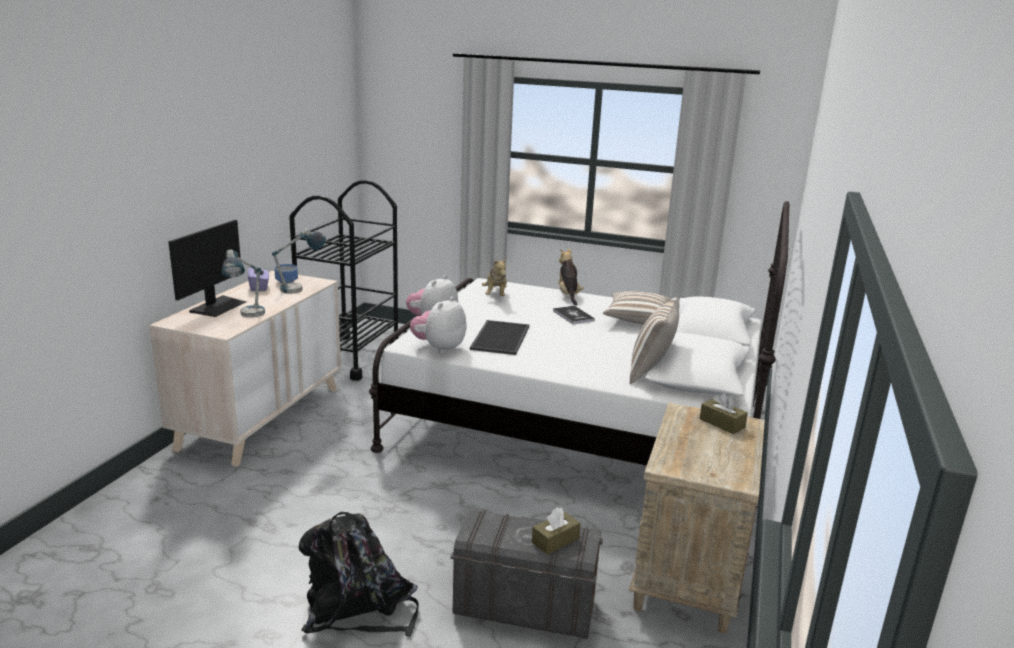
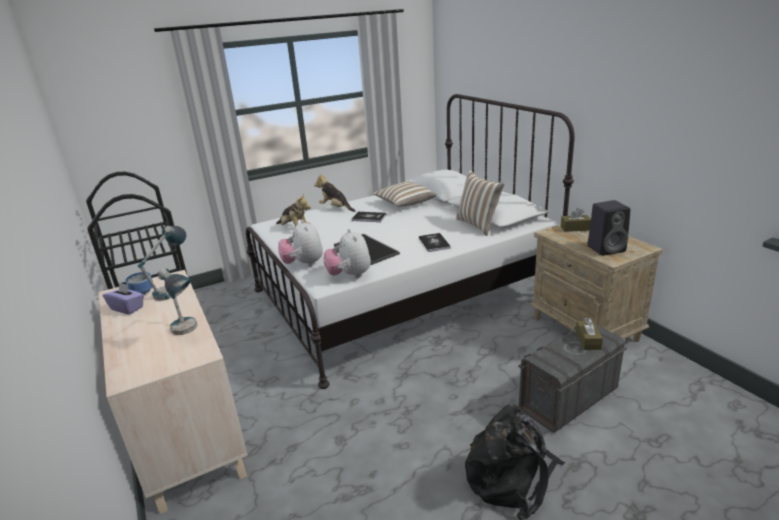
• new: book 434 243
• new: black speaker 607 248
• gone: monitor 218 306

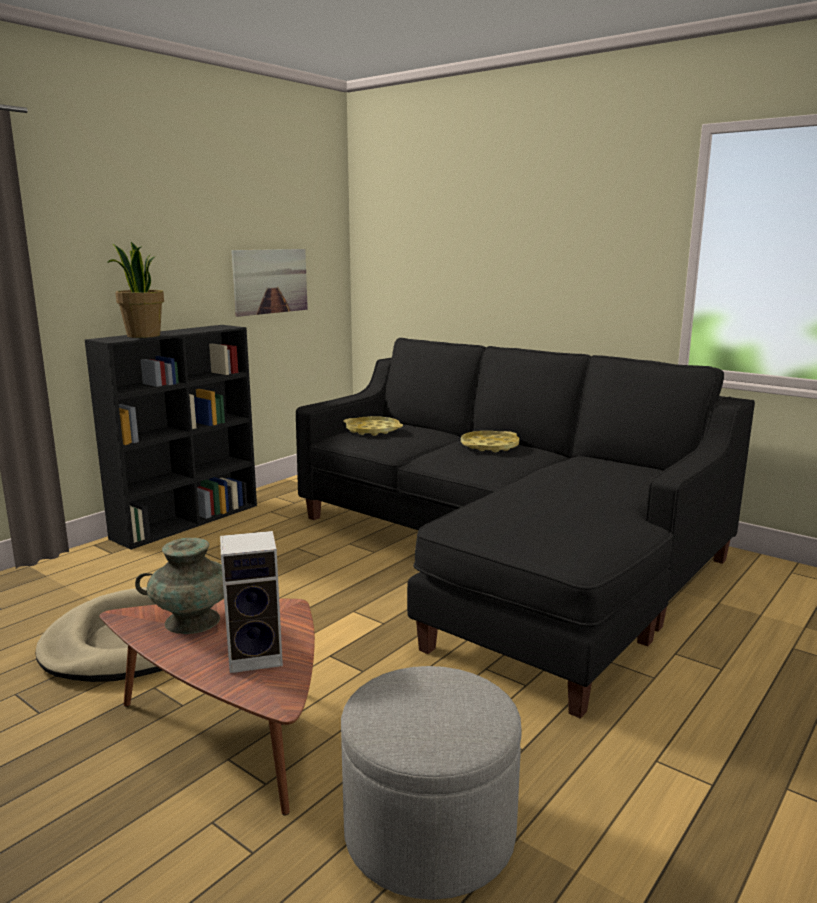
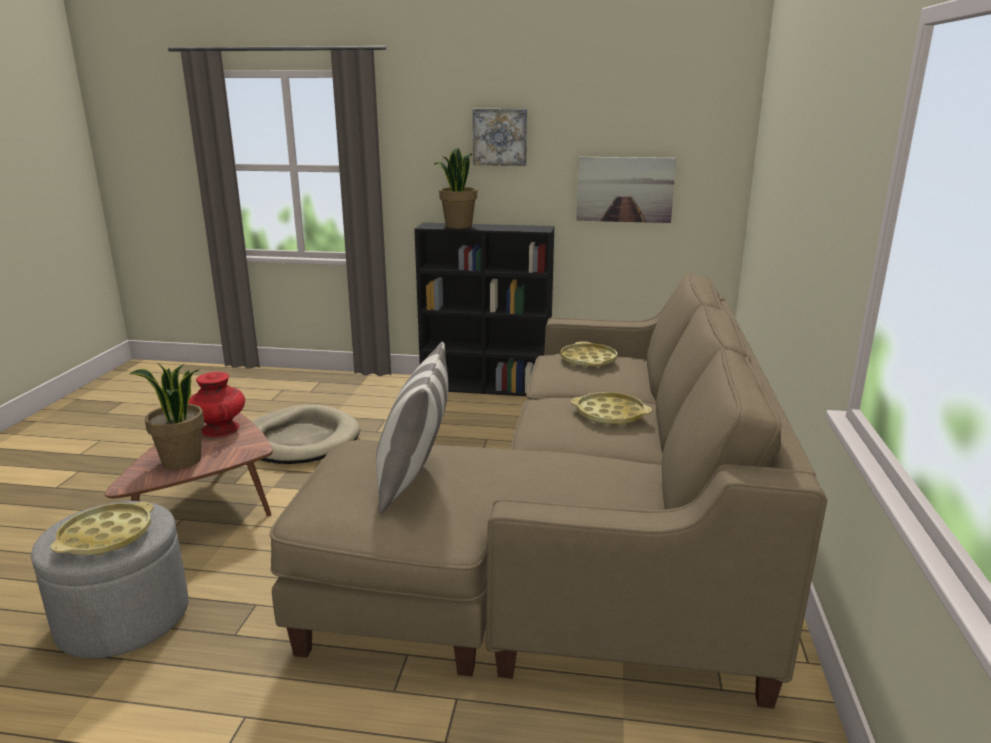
• new: yellow tray 106 536
• swapped: speaker 257 656 to potted plant 181 461
• repainted: turquoise vase 193 621 to red vase 220 429
• repainted: black sofa 506 557 to beige sofa 583 537
• new: pillow 415 479
• new: picture 500 137

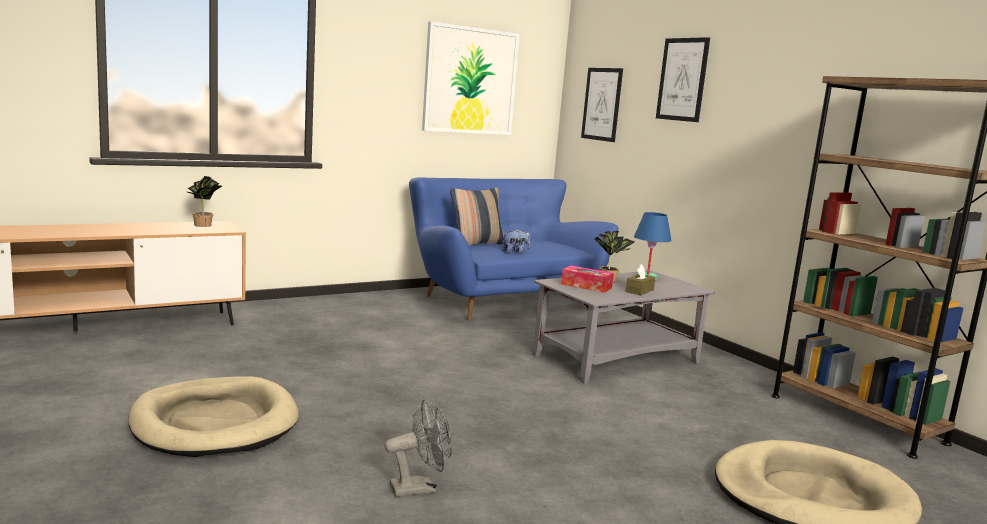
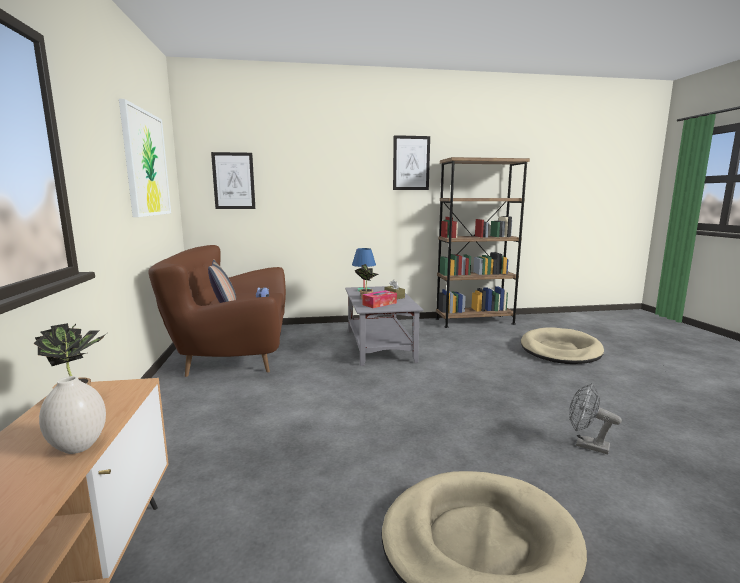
• new: white vase 79 447
• repainted: blue sofa 501 300 to brown sofa 232 352
• shifted: picture 682 79 to 411 163
• rotated: grey fan 420 488 = 586 445 60 degrees counterclockwise

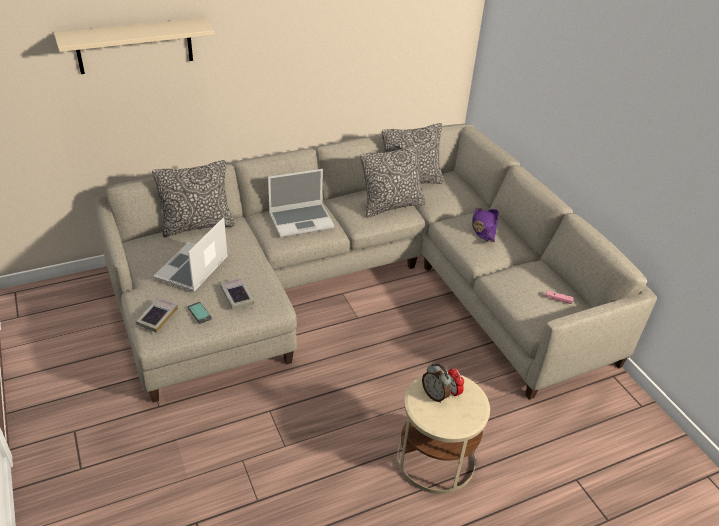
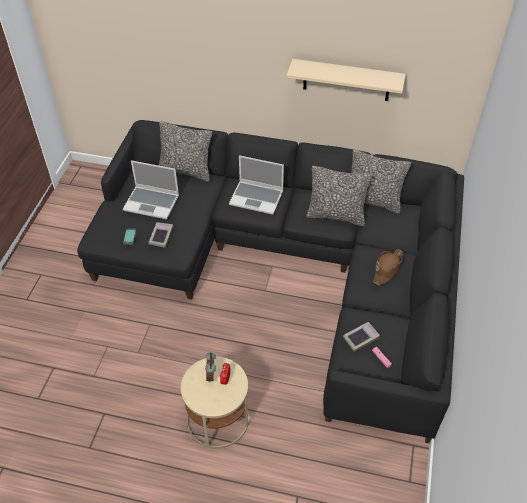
• repainted: beige sofa 359 285 to black sofa 290 266
• rotated: laptop 192 269 = 152 203 135 degrees counterclockwise
• shifted: beige shelf 135 46 to 346 80
• shifted: book 157 317 to 361 338
• repainted: purple hat 483 228 to brown hat 387 269

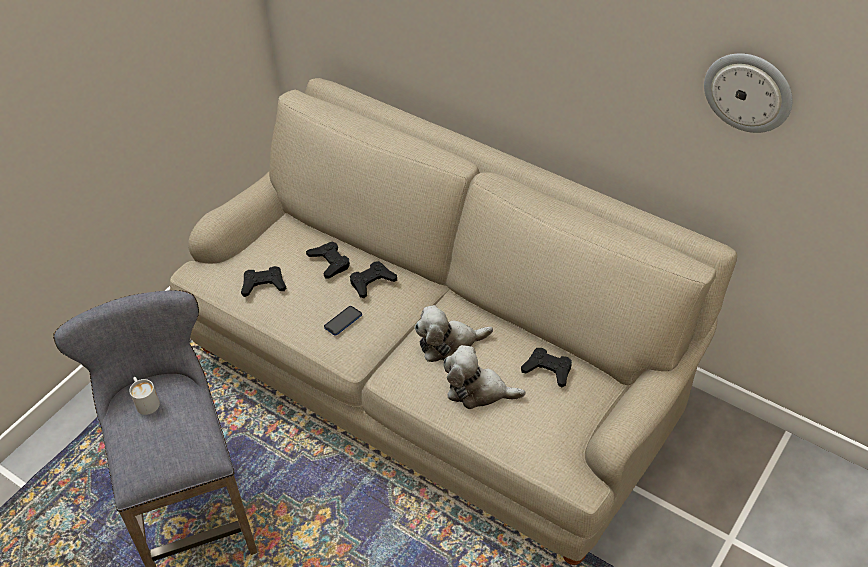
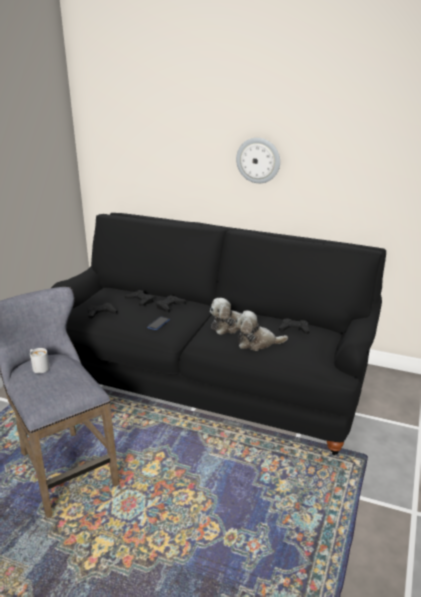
• repainted: beige sofa 438 378 to black sofa 211 378
• shifted: wall clock 748 92 to 258 160

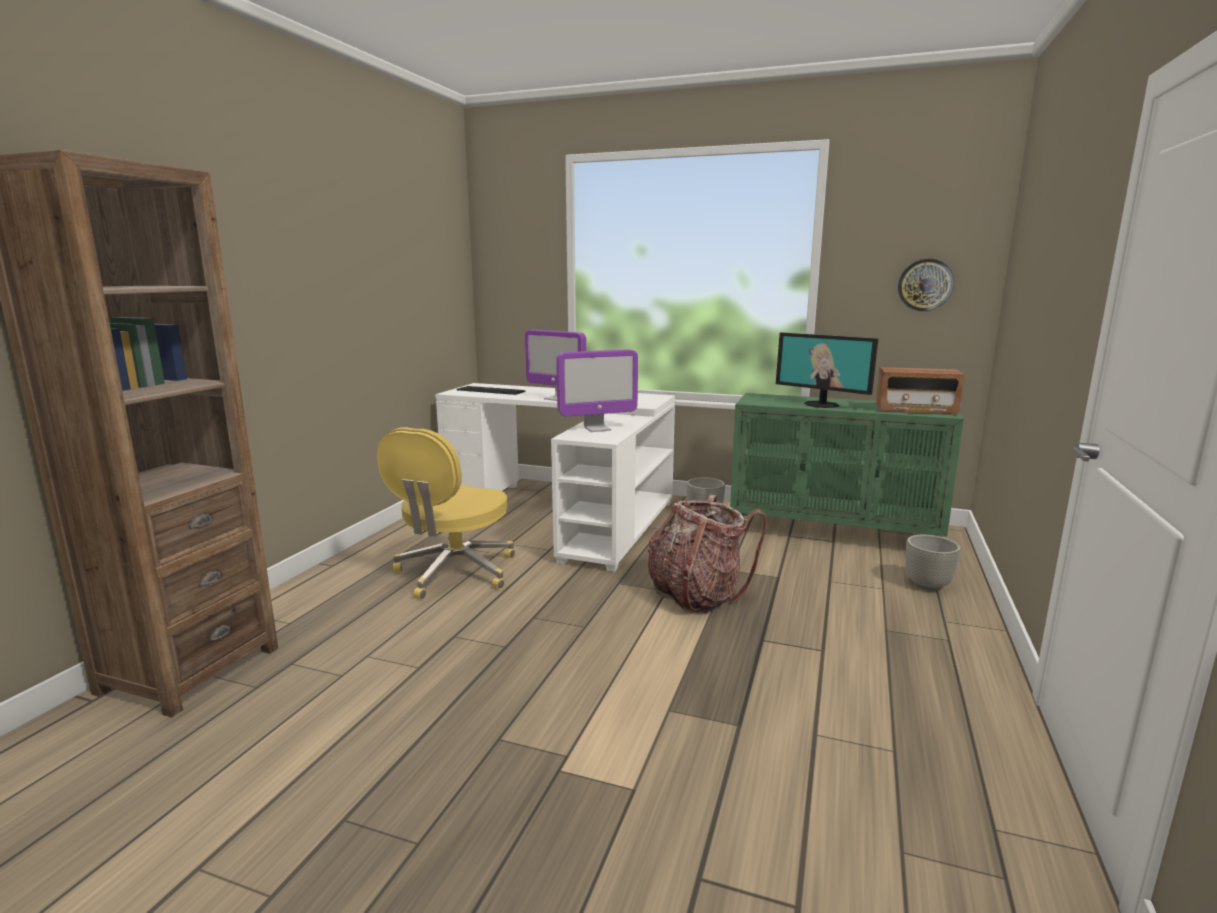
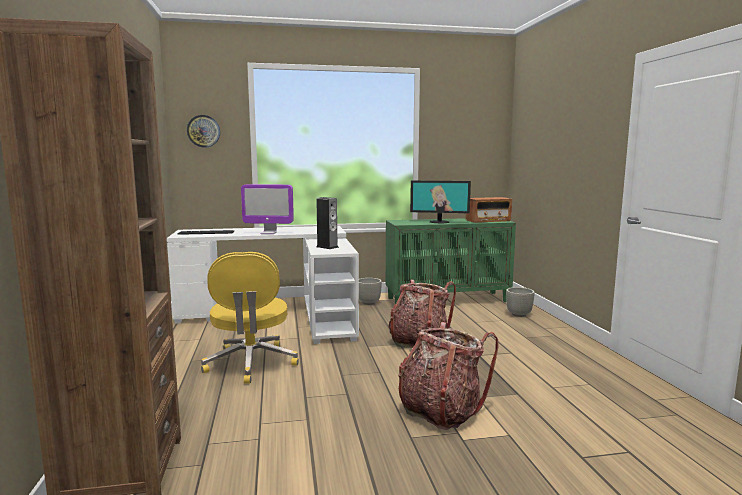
• shifted: wall clock 925 285 to 203 131
• swapped: monitor 597 429 to speaker 327 247
• new: backpack 441 411

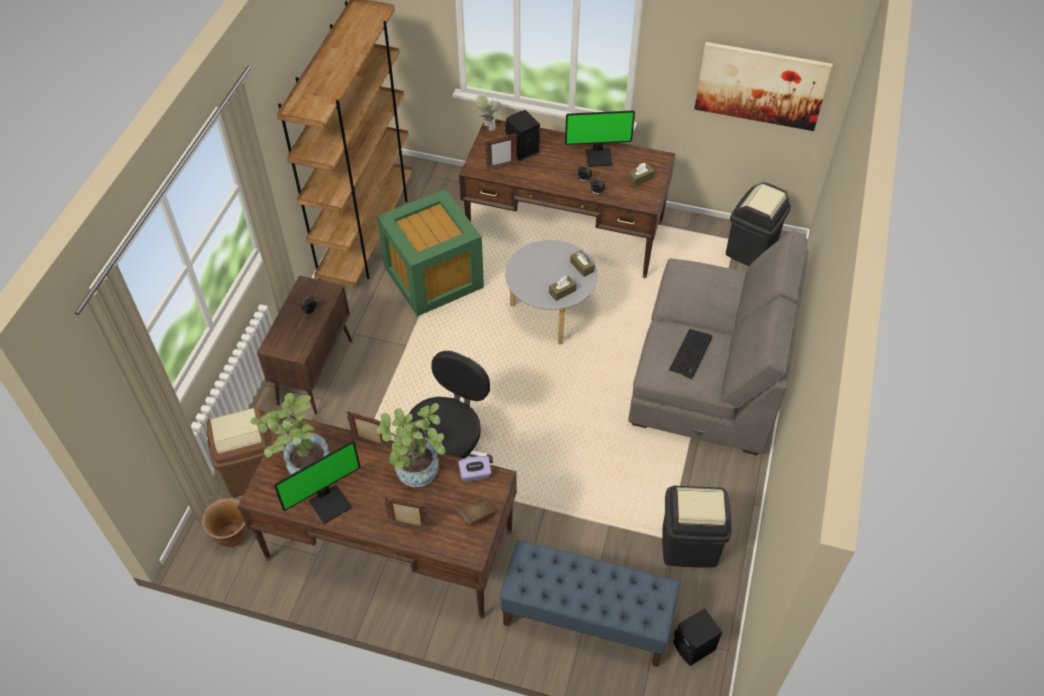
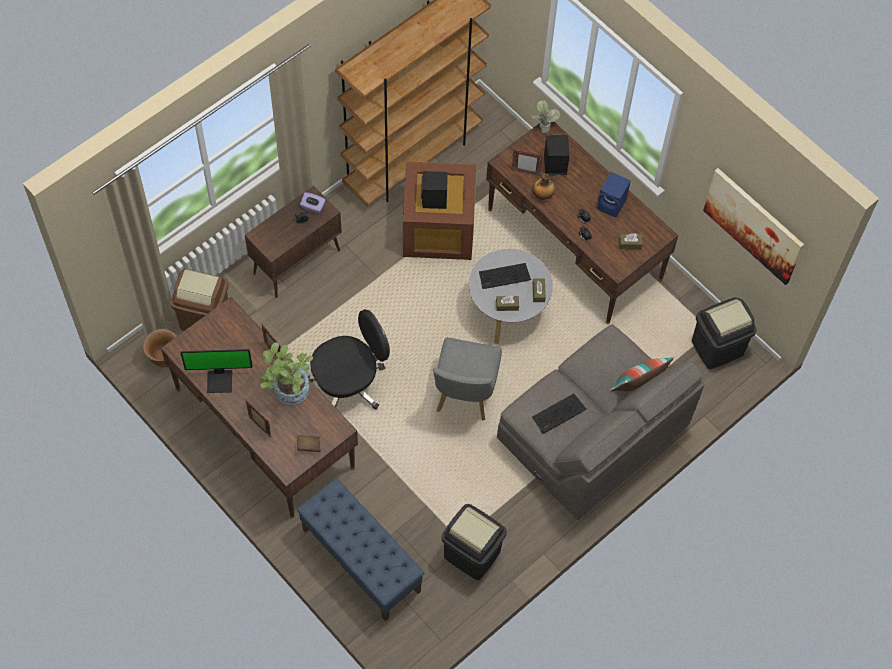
• shifted: purple tissue box 475 474 to 313 207
• repainted: green storage box 434 276 to brown storage box 439 228
• shifted: black speaker 694 648 to 434 200
• new: grey chair 464 396
• new: keyboard 504 276
• new: bottle 543 195
• swapped: monitor 599 156 to blue speaker 612 205
• new: pillow 637 385
• gone: potted plant 303 466

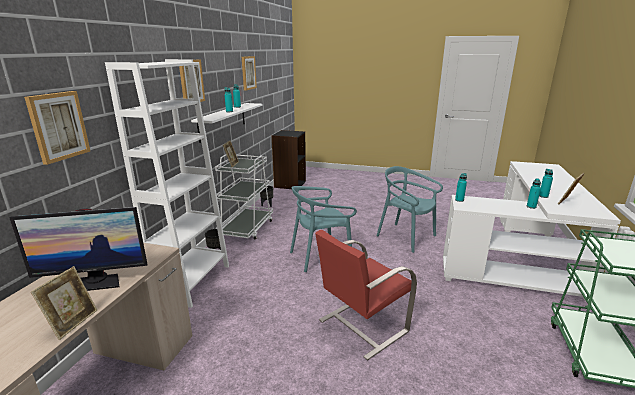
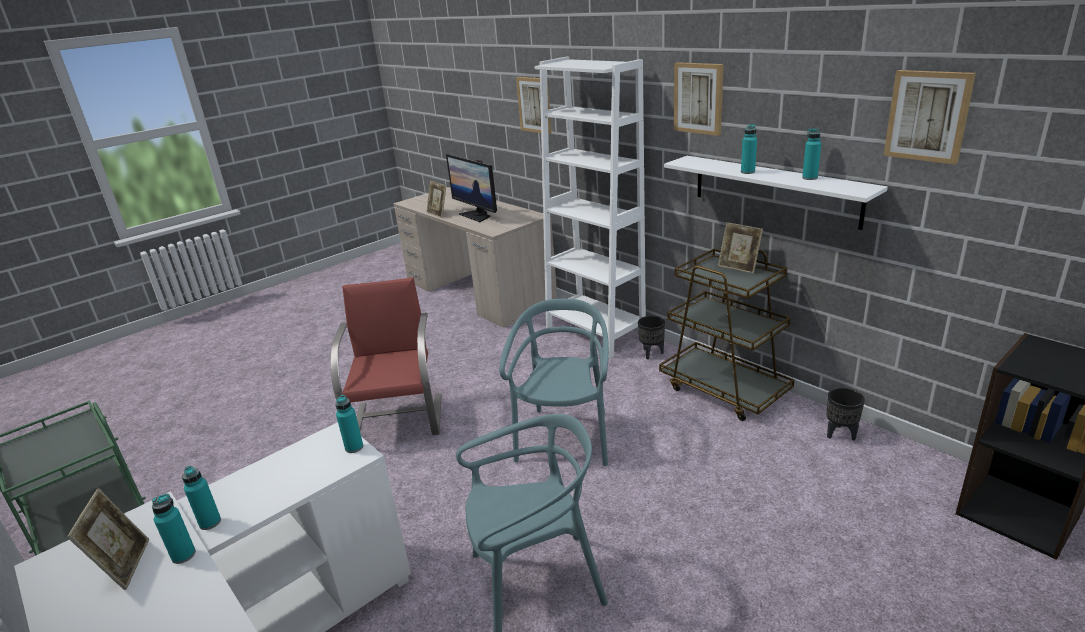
• rotated: monitor 95 282 = 477 215 60 degrees counterclockwise
• repainted: white cart 247 228 to brown cart 724 390

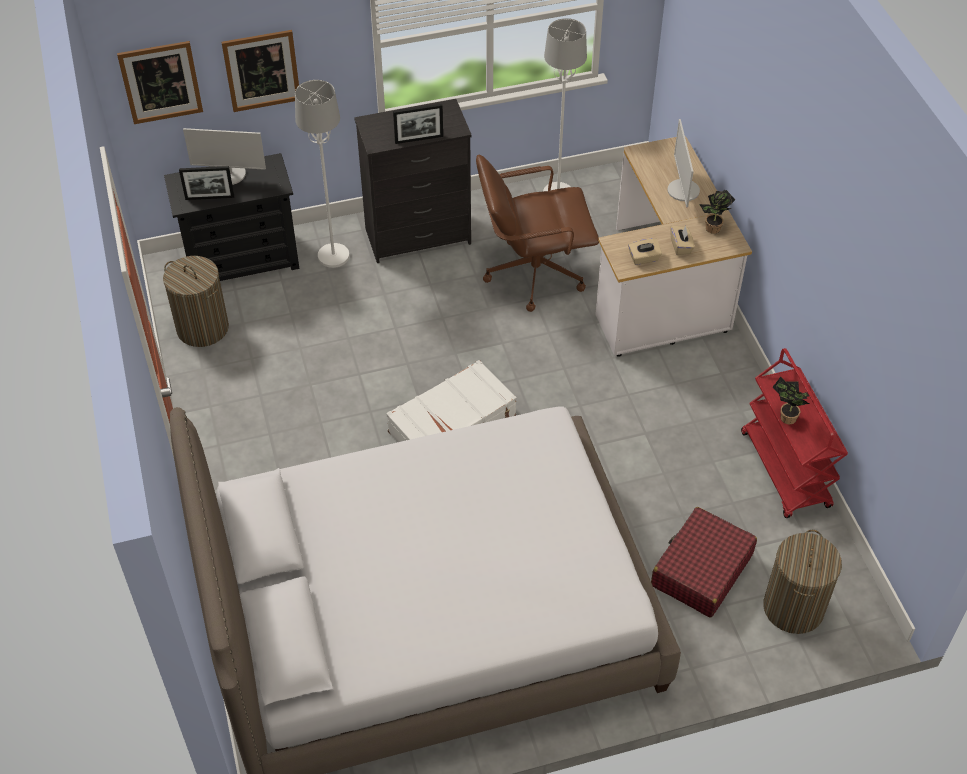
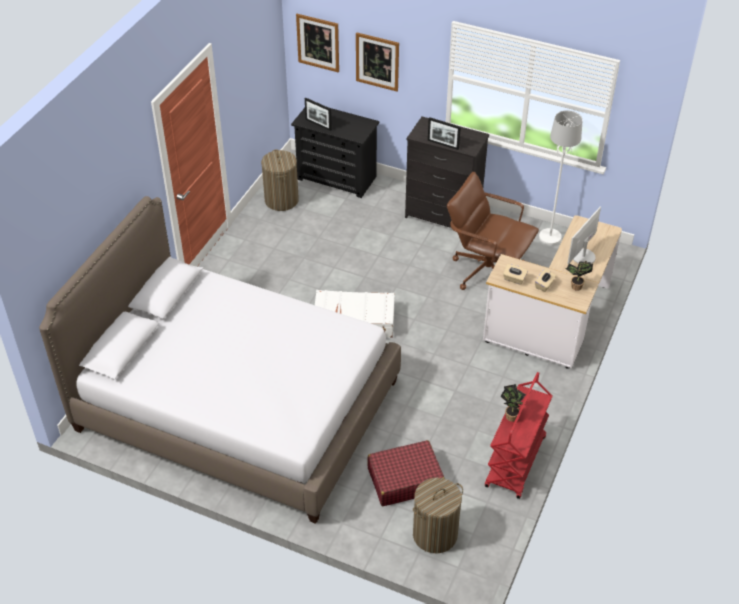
• gone: monitor 230 174
• gone: white floor lamp 333 256

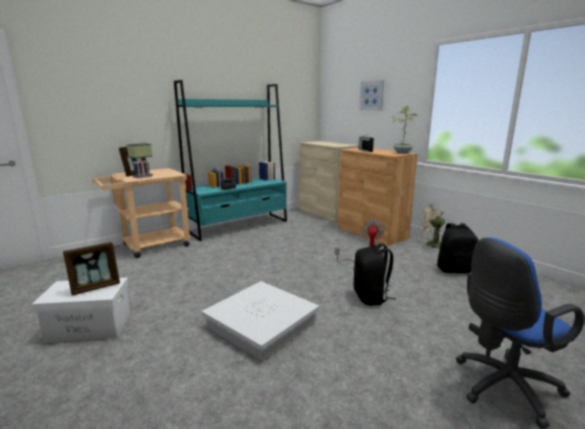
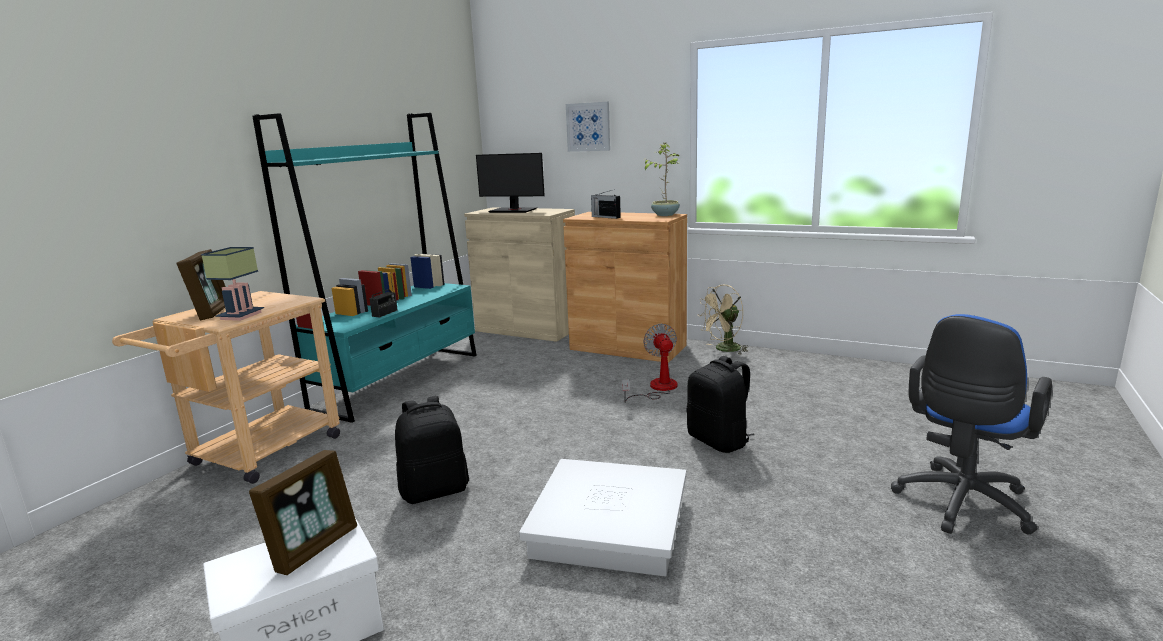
• shifted: black backpack 454 270 to 435 490
• new: monitor 513 210

